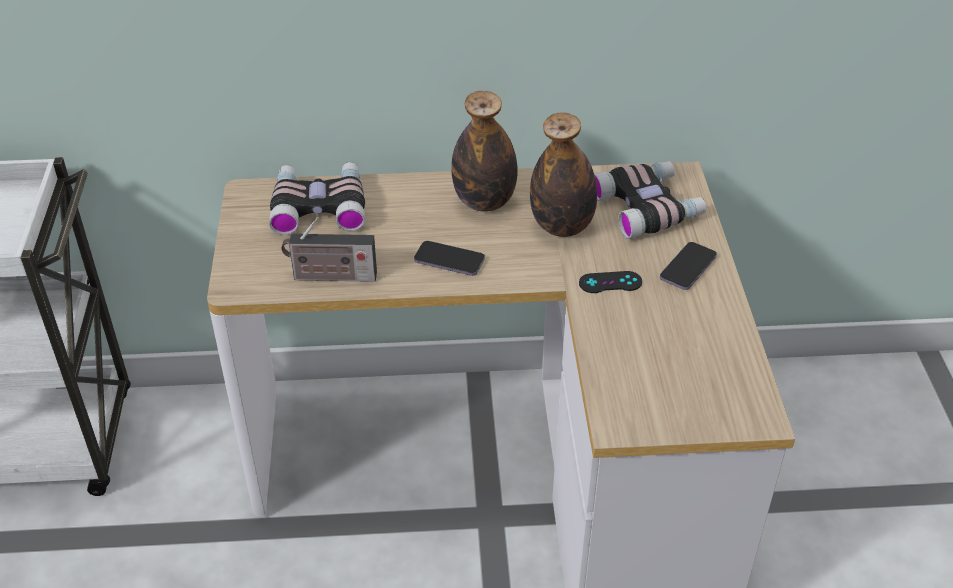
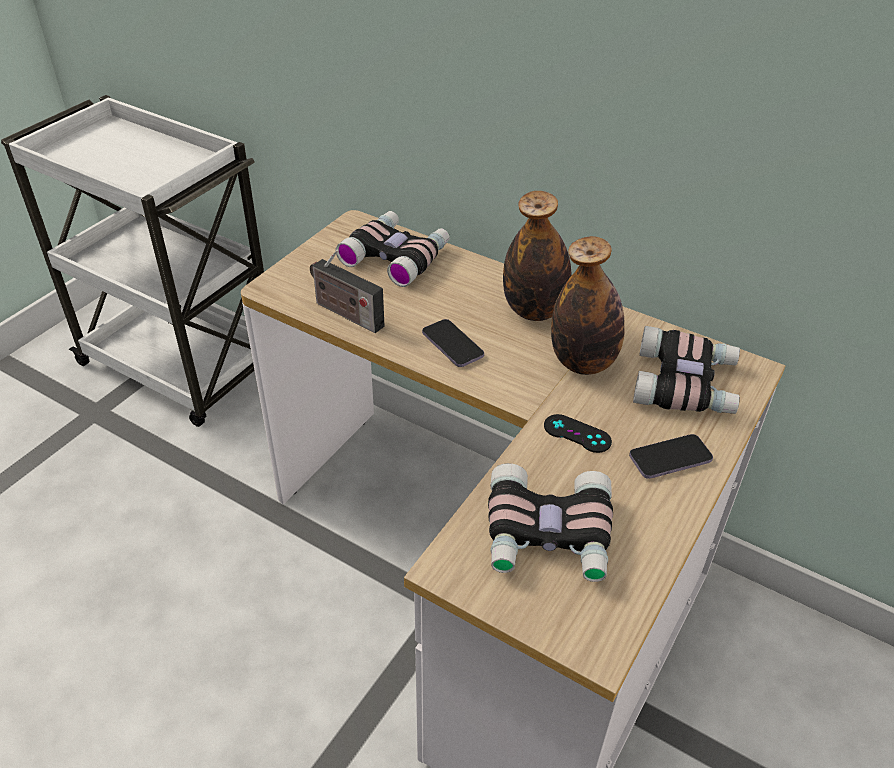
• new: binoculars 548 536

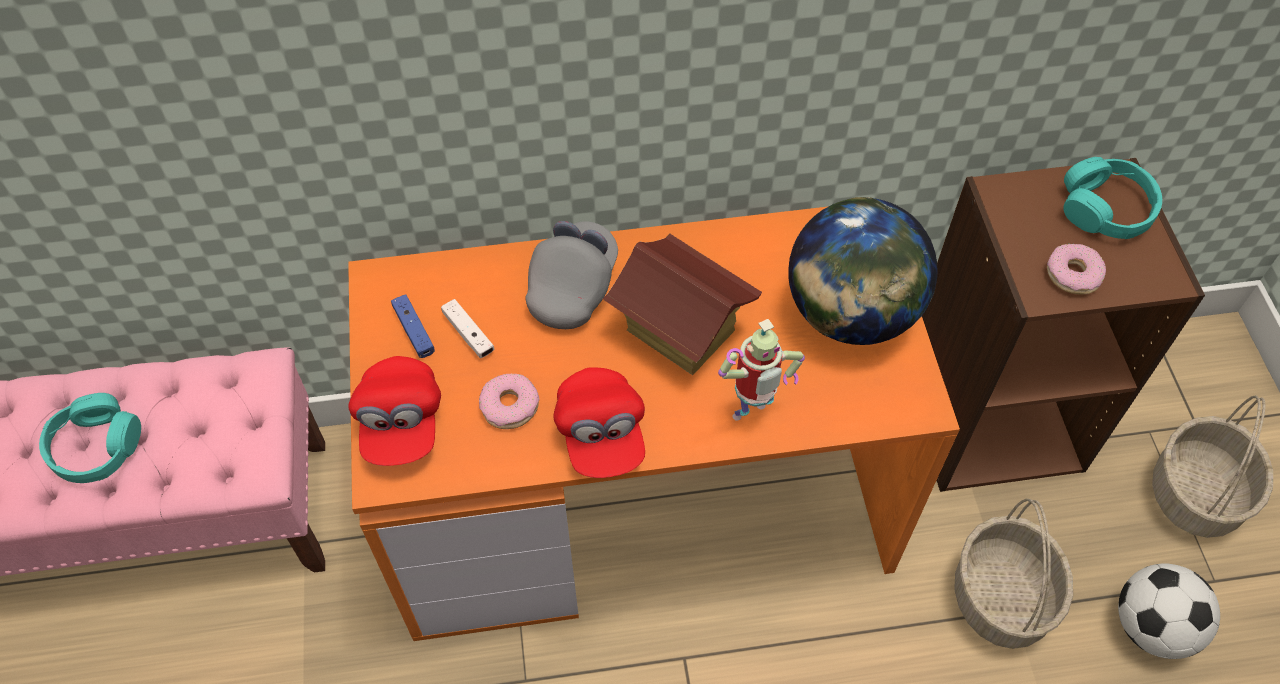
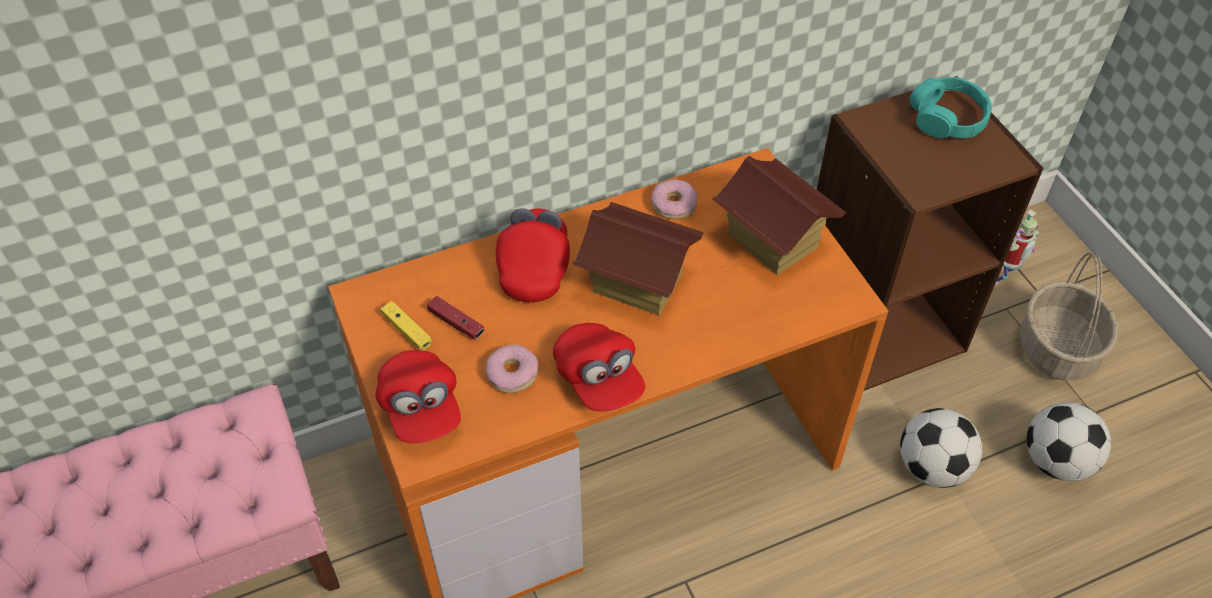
• repainted: blue game controller 414 331 to yellow game controller 407 331
• repainted: white game controller 468 334 to red game controller 456 323
• repainted: grey cap 573 287 to red cap 534 266
• shifted: donut 1073 274 to 674 205
• swapped: globe 850 314 to toy house 772 241
• swapped: basket 1002 598 to football 932 468
• shifted: toy robot 751 416 to 1002 280
• gone: turquoise headphones 96 447

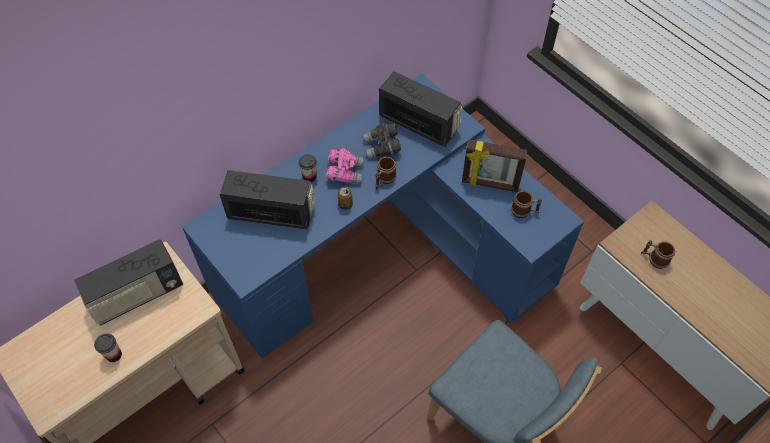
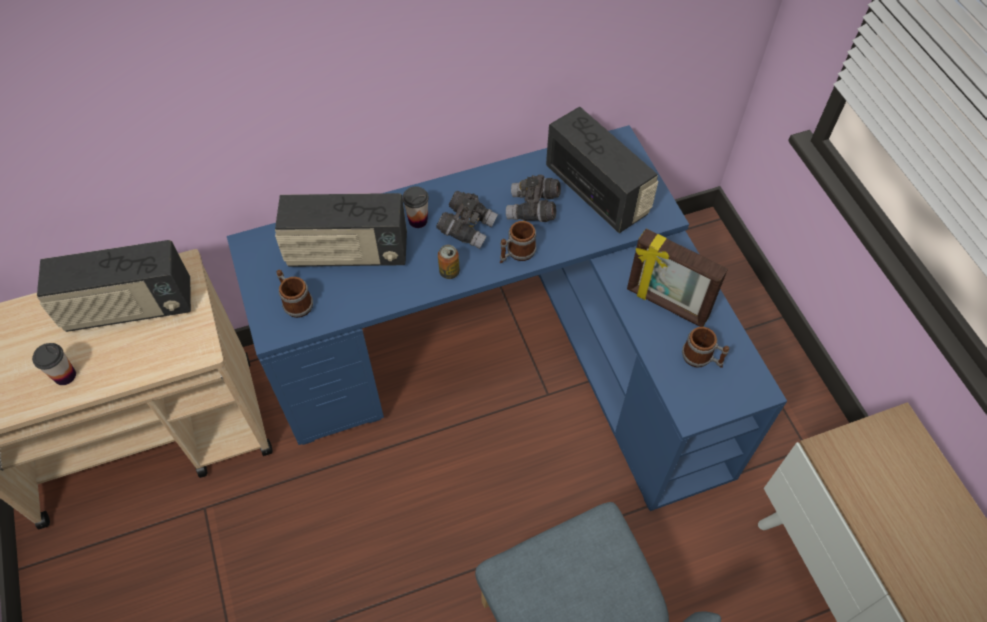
• rotated: radio 272 213 = 347 253 150 degrees clockwise
• shifted: mug 654 259 to 295 302
• repainted: pink binoculars 344 172 to grey binoculars 467 227

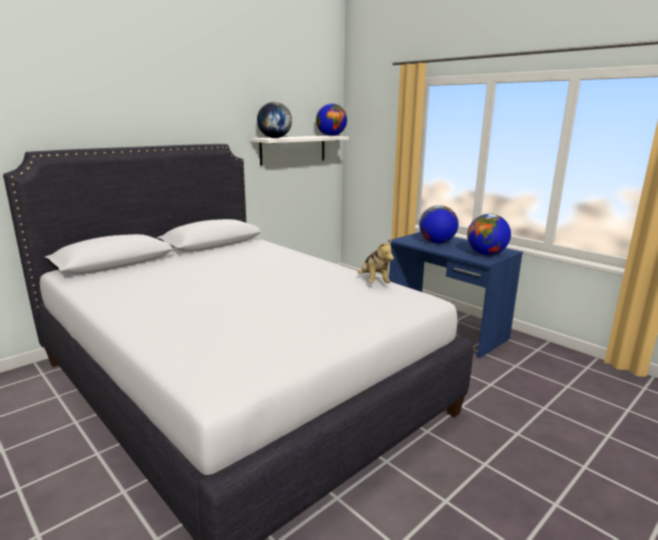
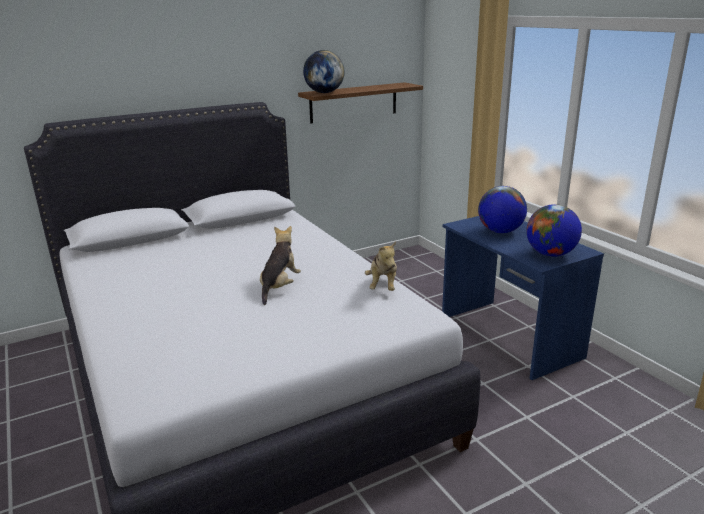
• new: plush toy 279 287
• repainted: white shelf 293 149 to brown shelf 354 102
• gone: globe 331 136

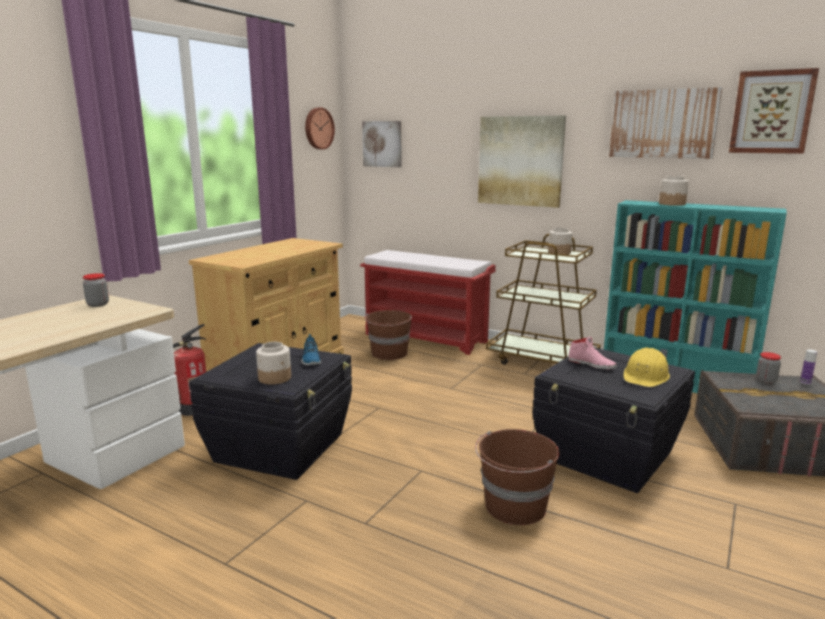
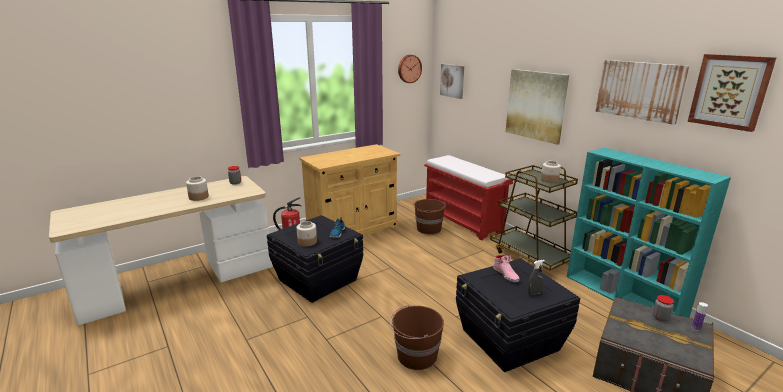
• shifted: jar 671 204 to 199 197
• swapped: yellow hard hat 646 376 to grey spray bottle 534 293

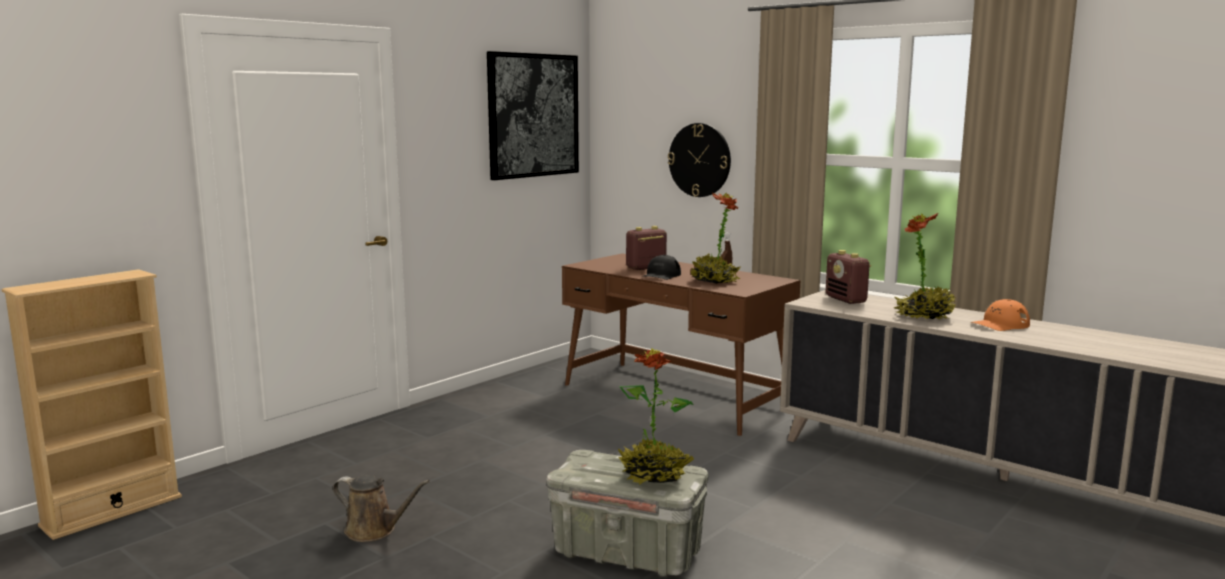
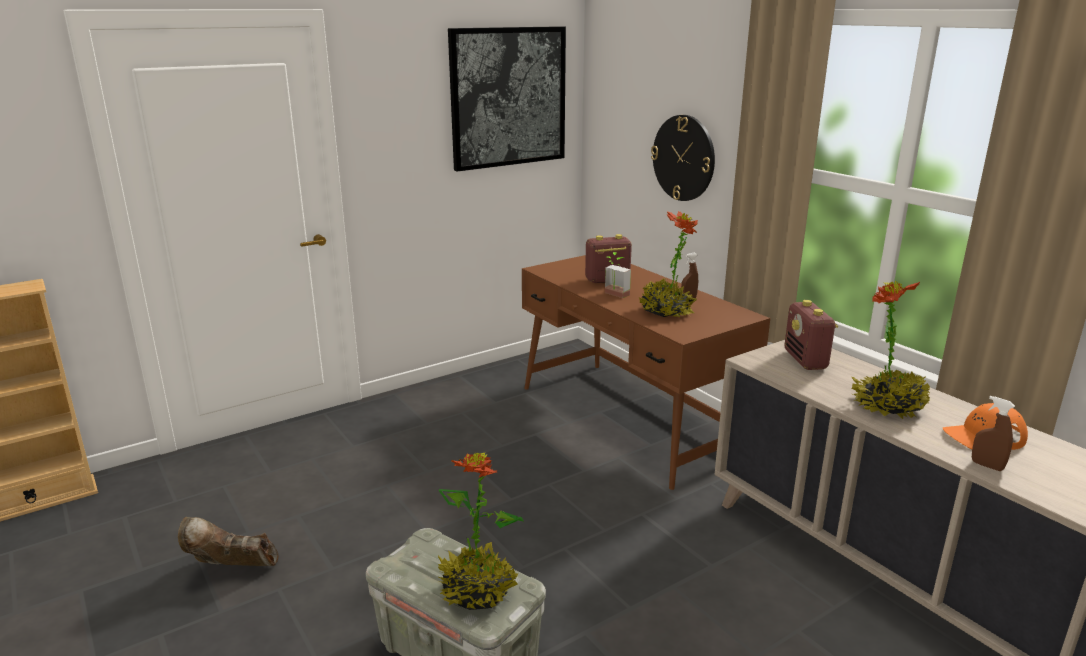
• swapped: brown watering can 374 530 to brown boot 233 570
• swapped: black cap 661 275 to potted plant 614 295
• new: brown spray bottle 987 466

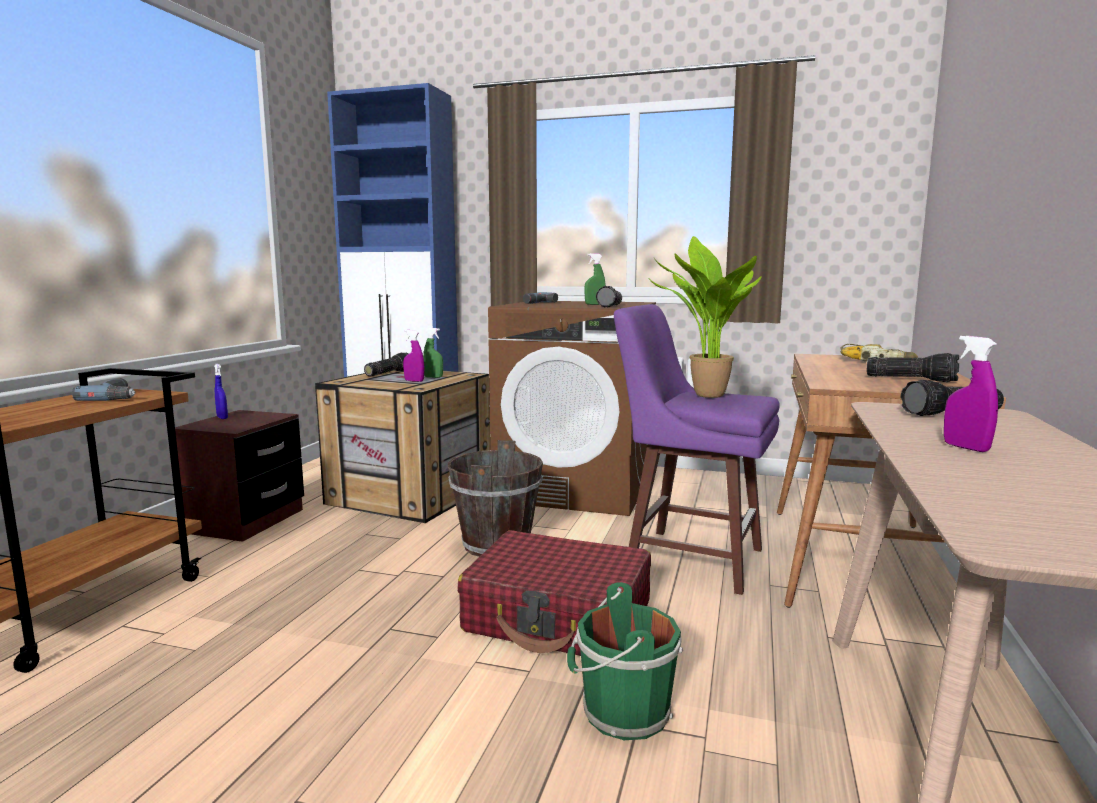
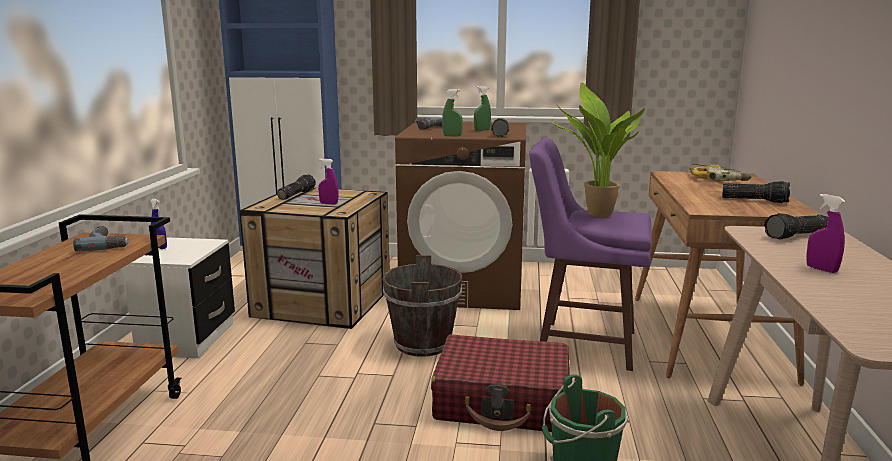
• repainted: brown nightstand 246 521 to white nightstand 187 339
• shifted: green spray bottle 433 377 to 452 136

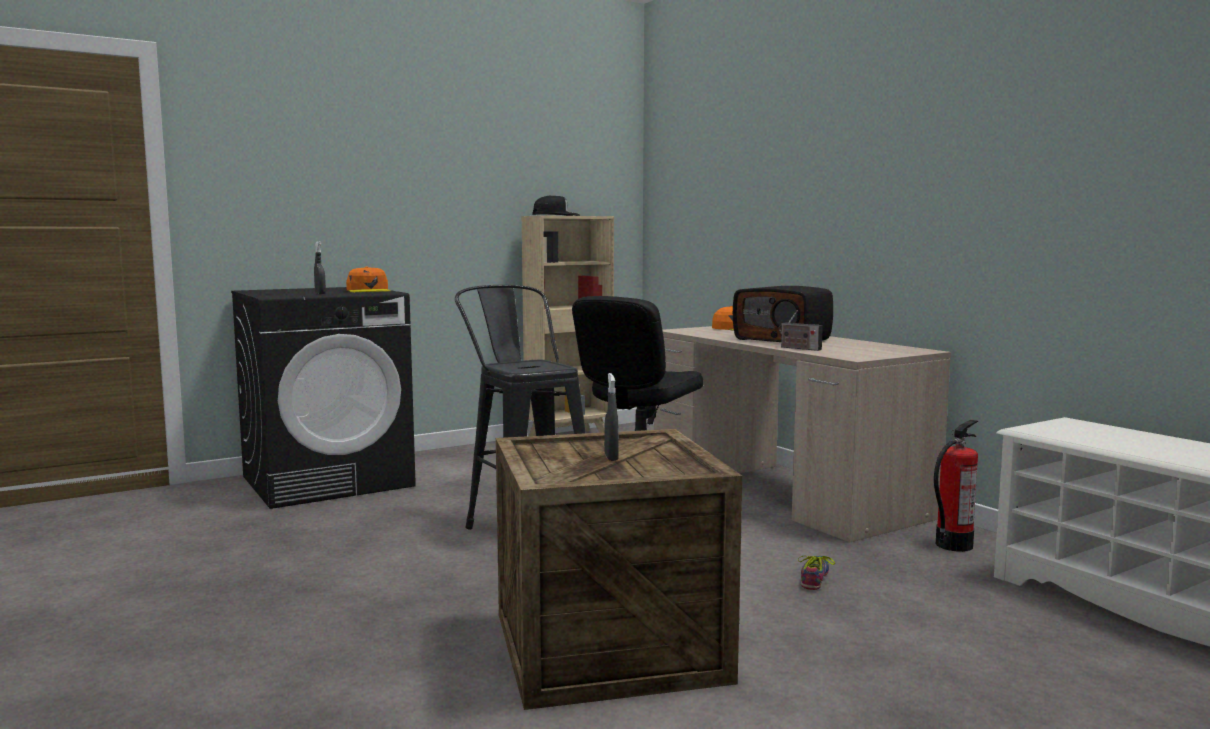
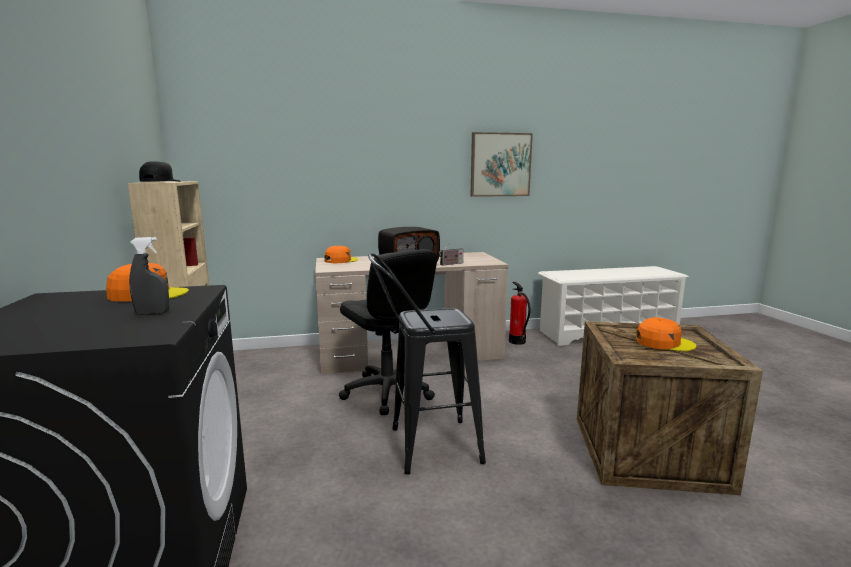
• new: picture 500 165
• swapped: grey spray bottle 611 457 to orange cap 664 343
• gone: shoe 817 578

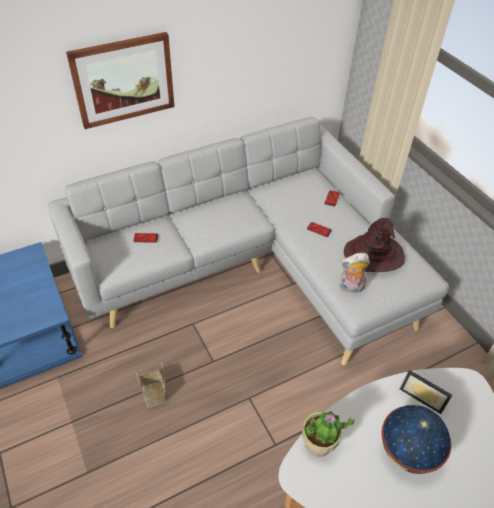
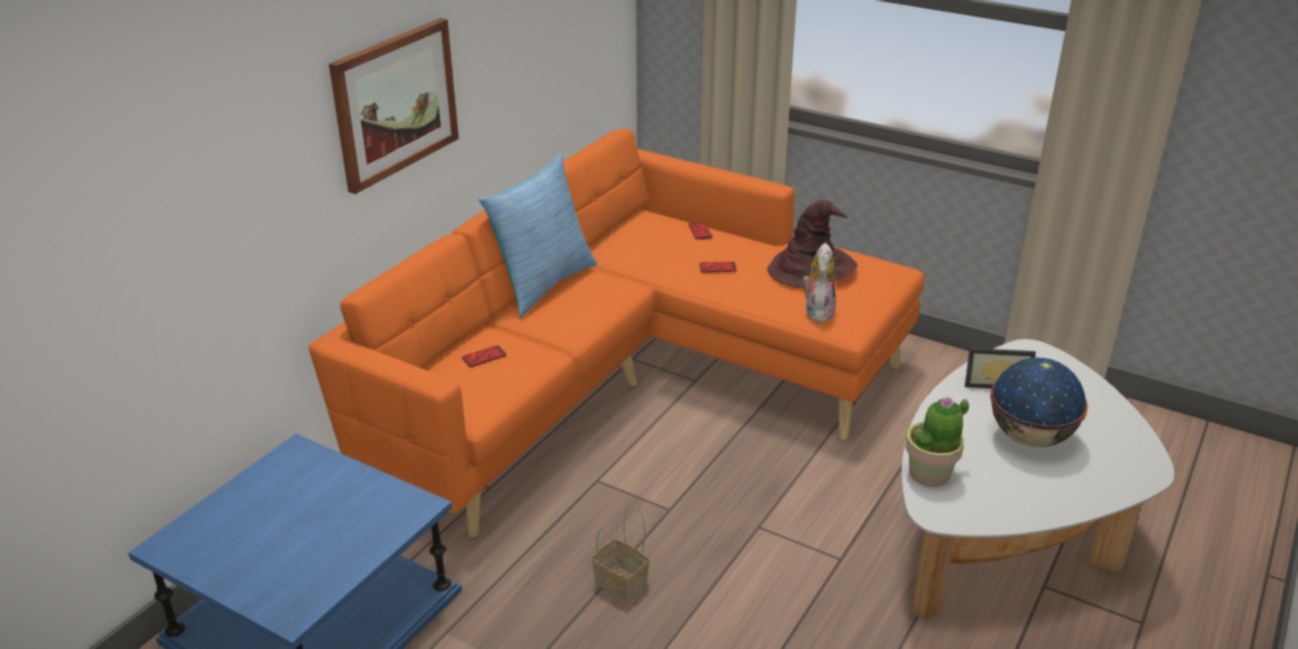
• repainted: grey sofa 259 272 to orange sofa 636 386
• new: pillow 542 284
• rotated: plush toy 350 288 = 817 311 135 degrees clockwise

